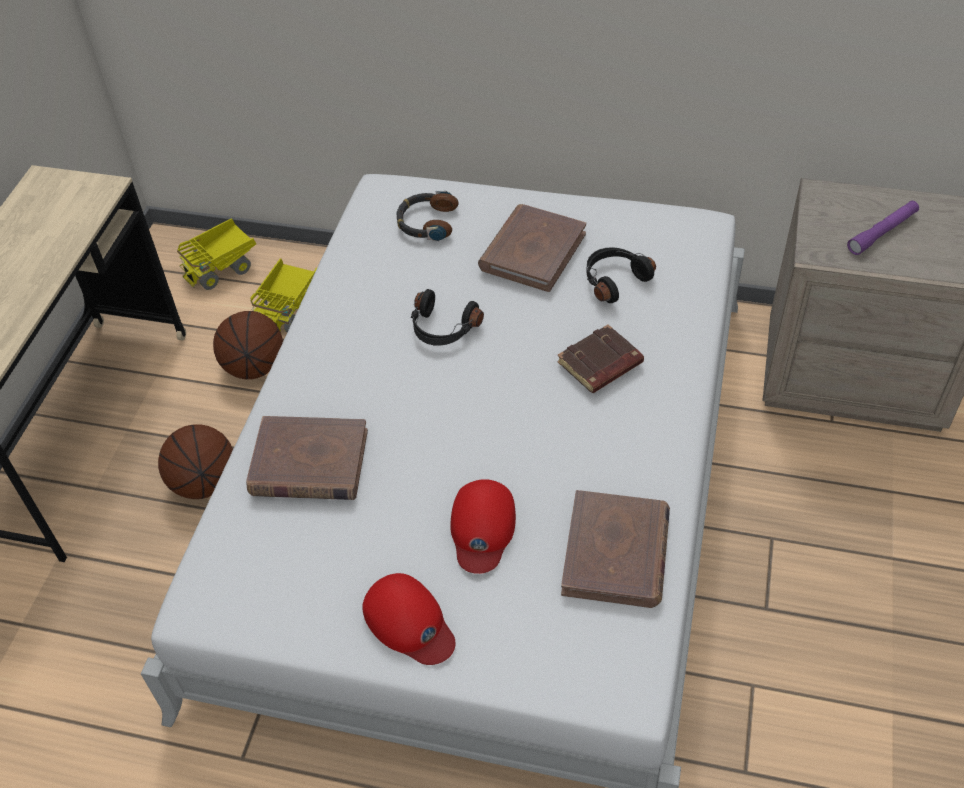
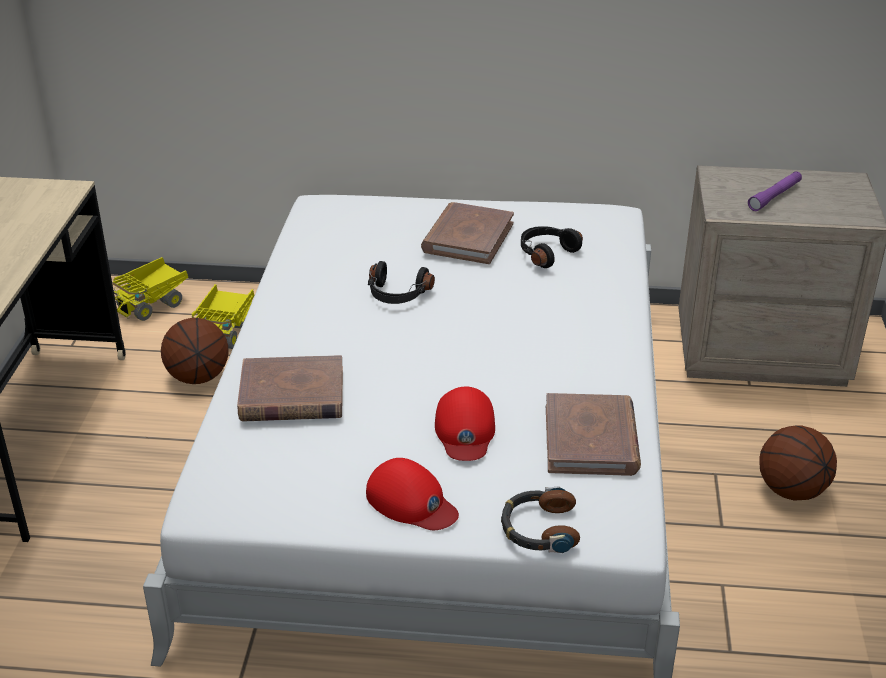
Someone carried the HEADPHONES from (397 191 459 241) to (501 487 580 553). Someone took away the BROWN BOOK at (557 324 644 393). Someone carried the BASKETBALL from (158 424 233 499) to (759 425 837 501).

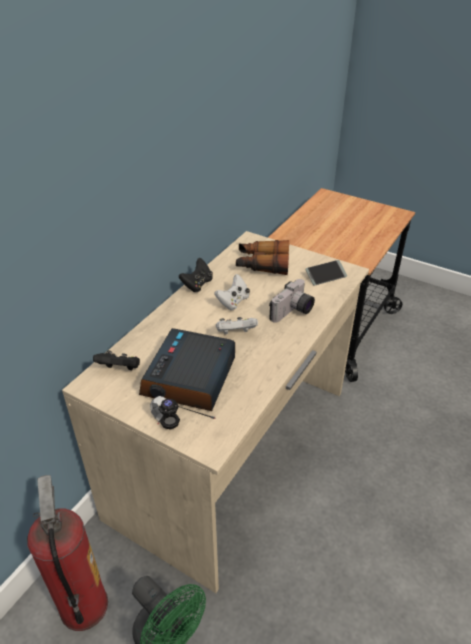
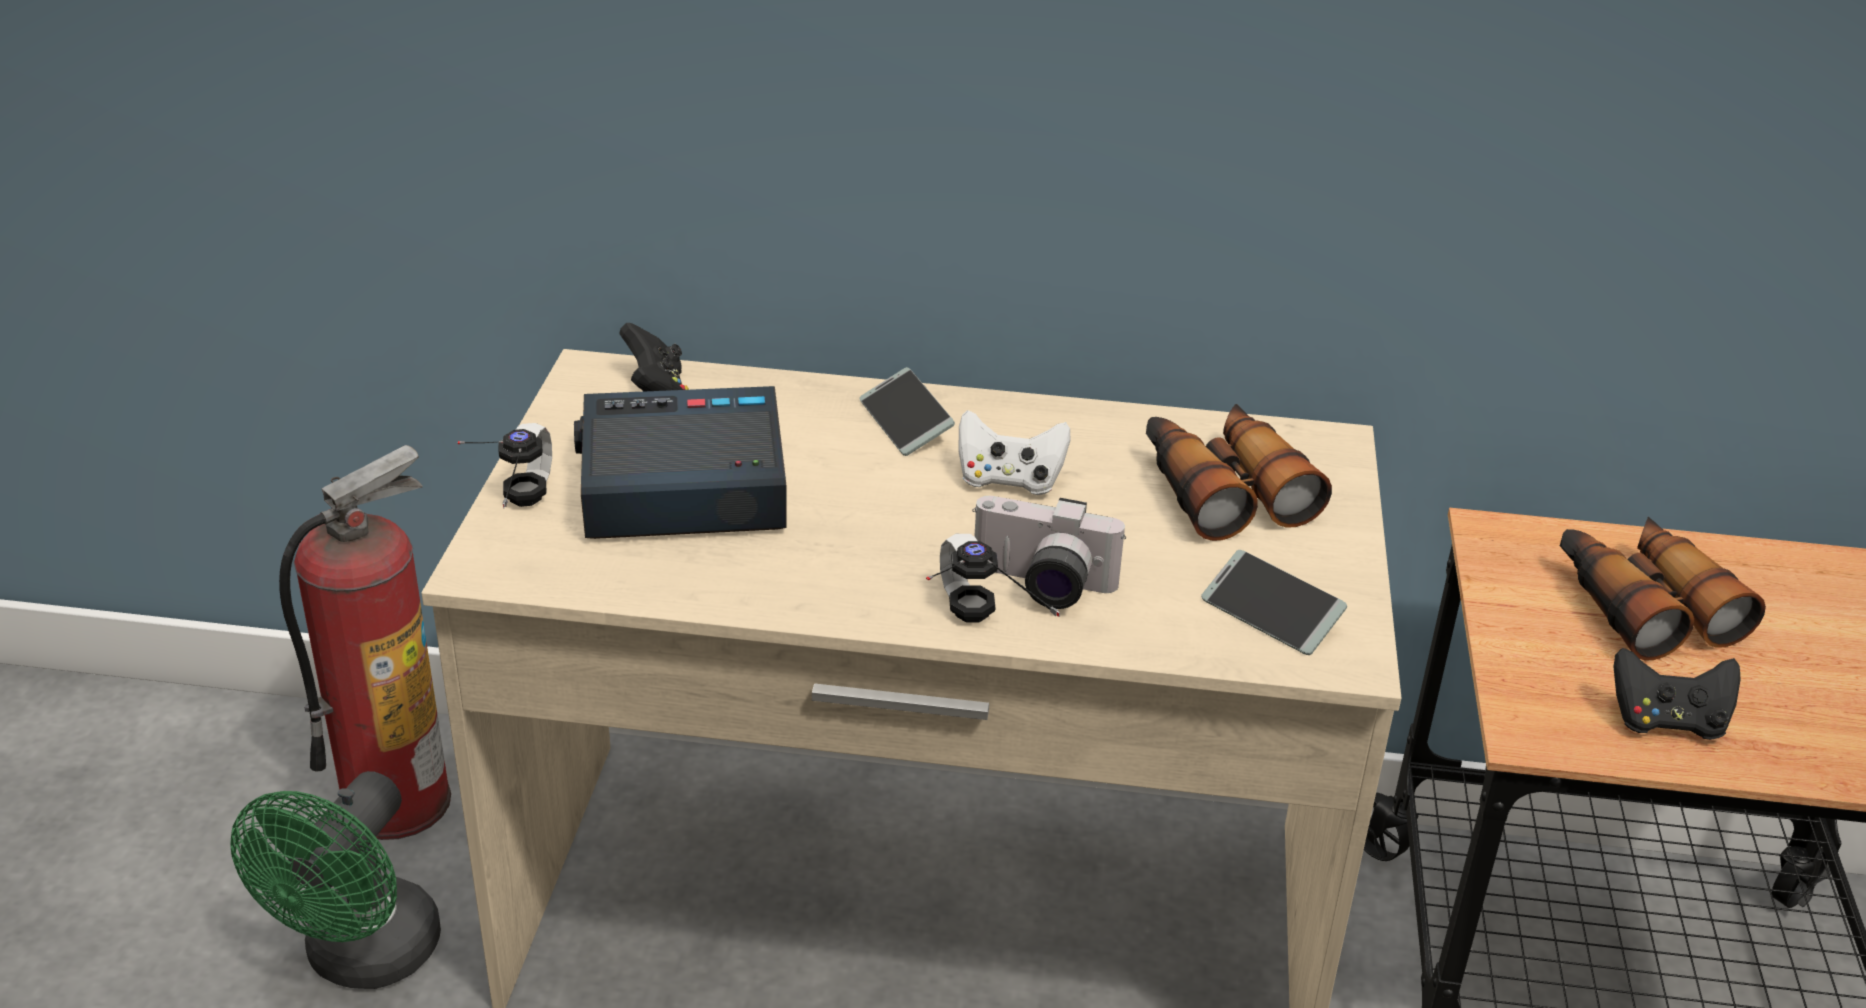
Someone carried the BLACK GAME CONTROLLER from (179 258 213 292) to (1614 648 1741 740). Someone took away the WHITE GAME CONTROLLER at (216 317 258 334). Someone put down the PHONE at (860 367 955 456). Someone put down the BINOCULARS at (1560 516 1766 661). Someone put down the HEADPHONES at (926 534 1060 623).

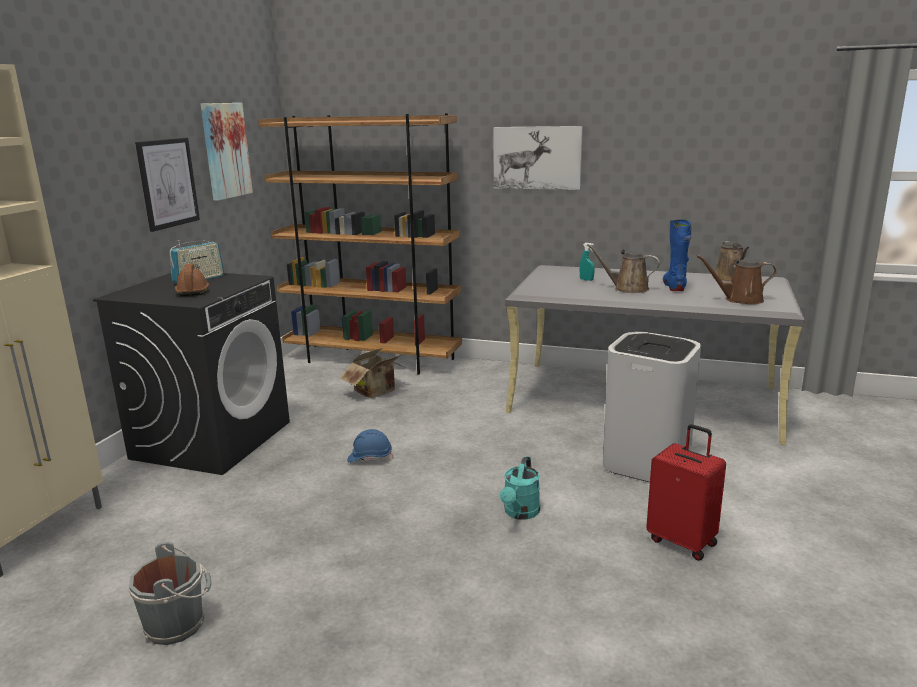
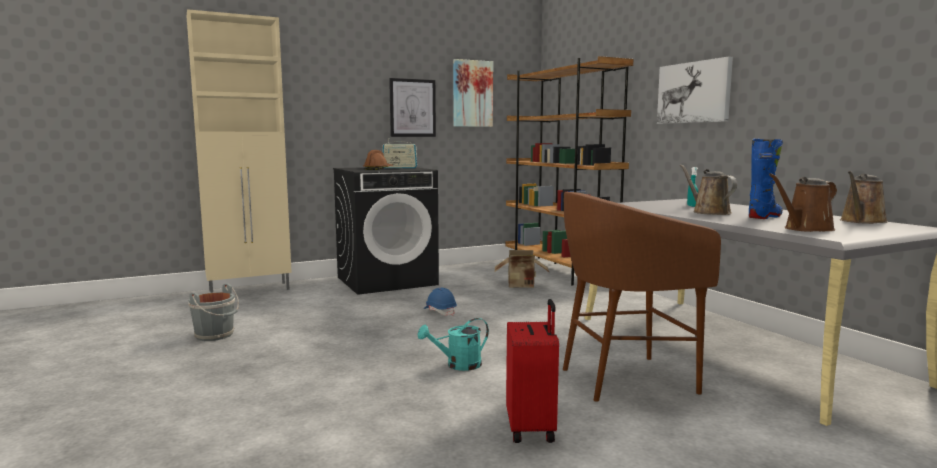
Someone rotated the BROWN WATERING CAN at (696 255 777 304) by 75 degrees counterclockwise. Someone swapped the WHITE TRASH CAN at (603 332 701 482) for the BROWN STOOL at (563 192 721 402).

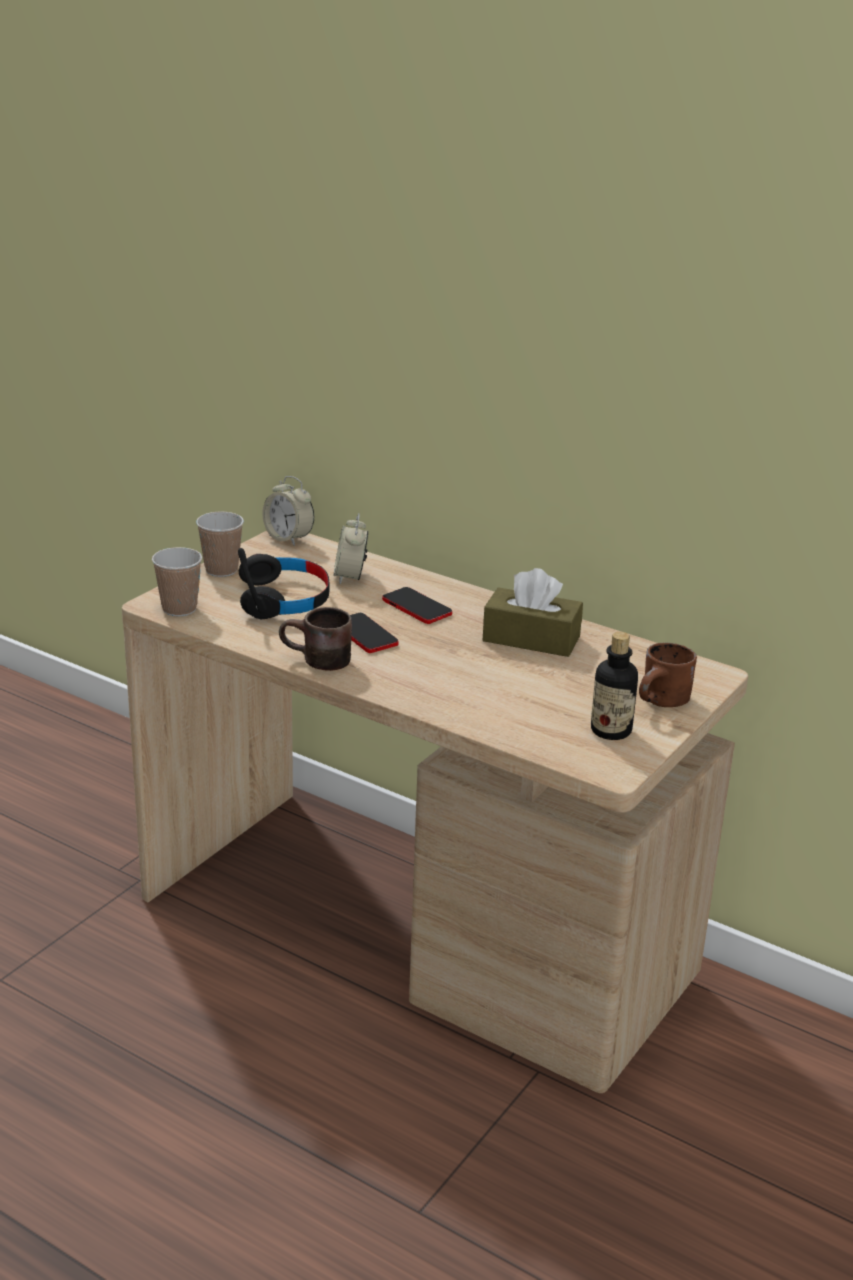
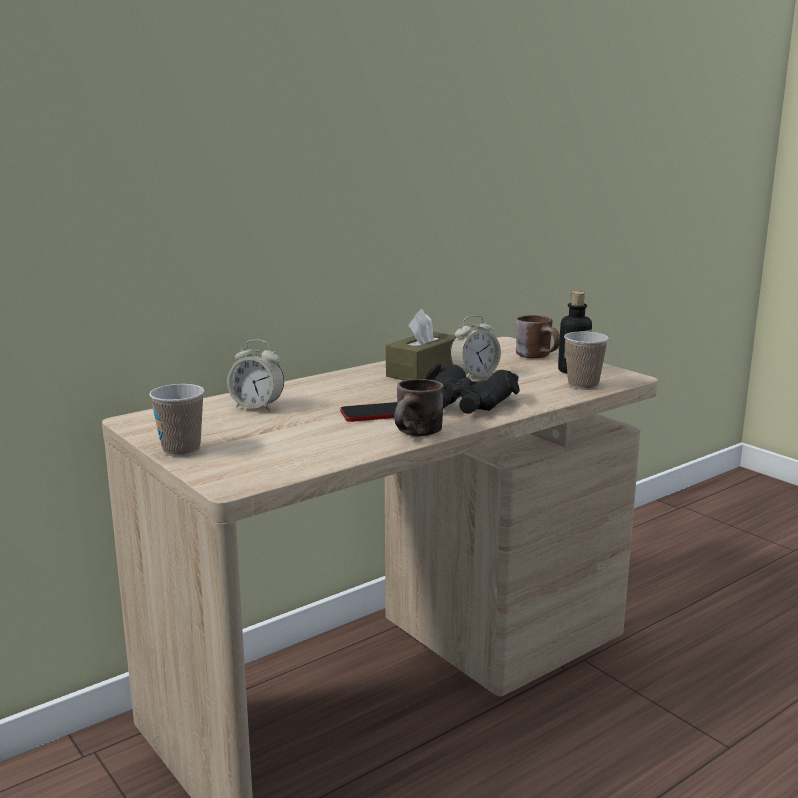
Someone carried the ALARM CLOCK from (262 476 314 546) to (450 315 501 378). Someone carried the CUP from (152 547 202 616) to (564 332 609 390). Someone took away the BLACK HEADPHONES at (238 548 329 620). Someone took away the PHONE at (382 587 452 624). Someone put down the BLACK BINOCULARS at (425 363 520 414).

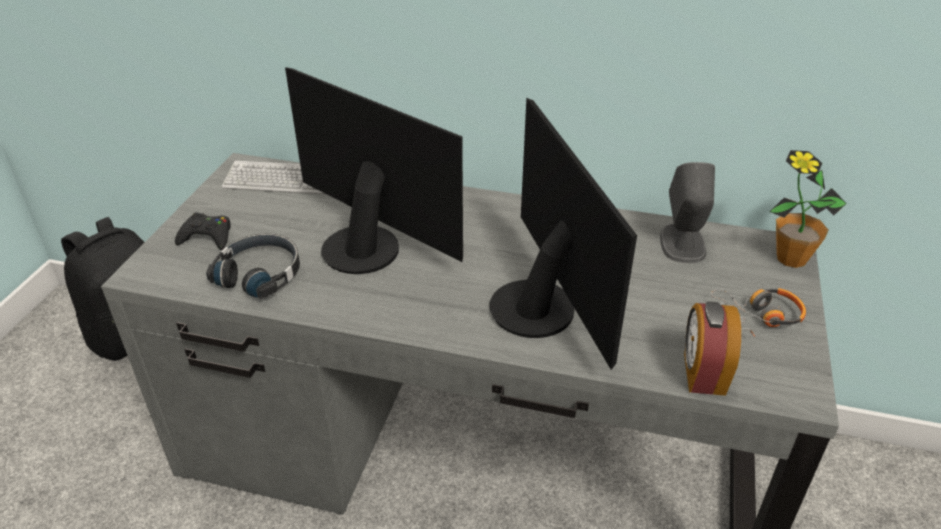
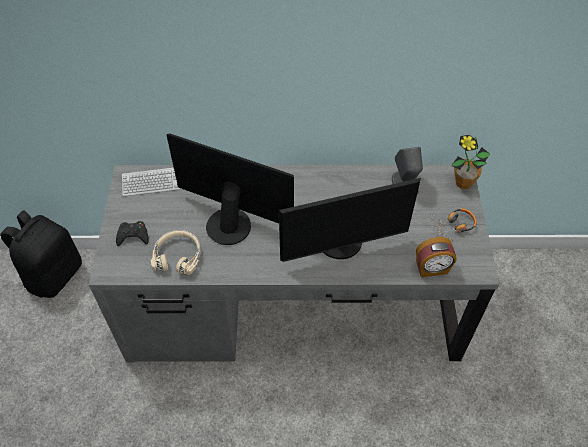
Someone rotated the MONITOR at (490 98 637 370) by 105 degrees clockwise. Someone repainted the BLACK HEADPHONES at (206 233 300 299), which became the BEIGE HEADPHONES at (151 230 201 275). Someone rotated the ALARM CLOCK at (684 301 741 396) by 90 degrees counterclockwise.

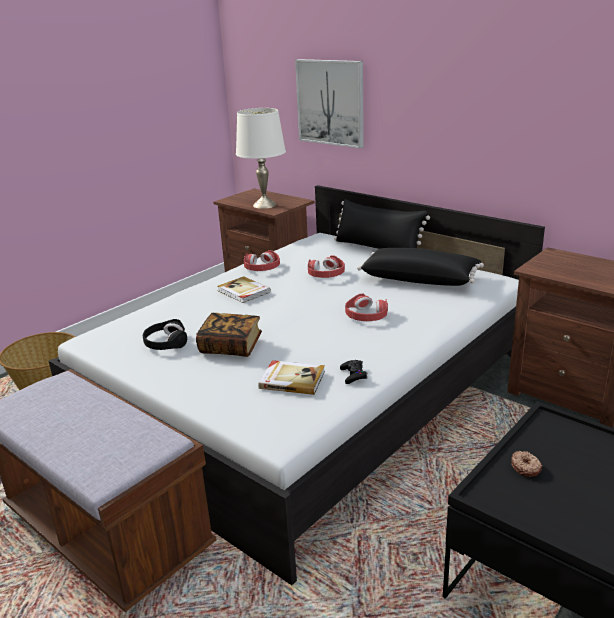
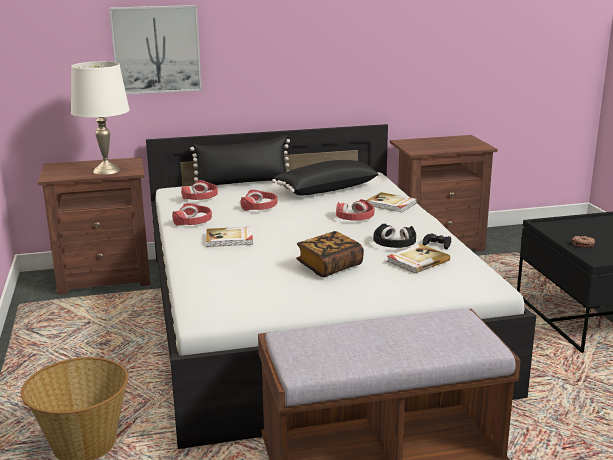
Someone carried the BLACK HEADPHONES from (143 319 187 350) to (374 224 416 248). Someone put down the RED HEADPHONES at (181 180 218 200). Someone put down the BOOK at (366 192 417 212).

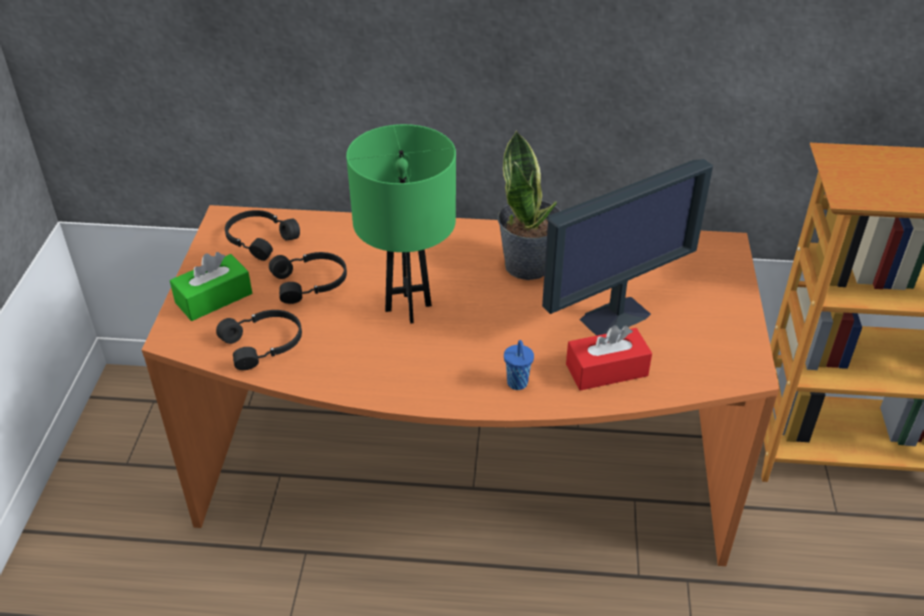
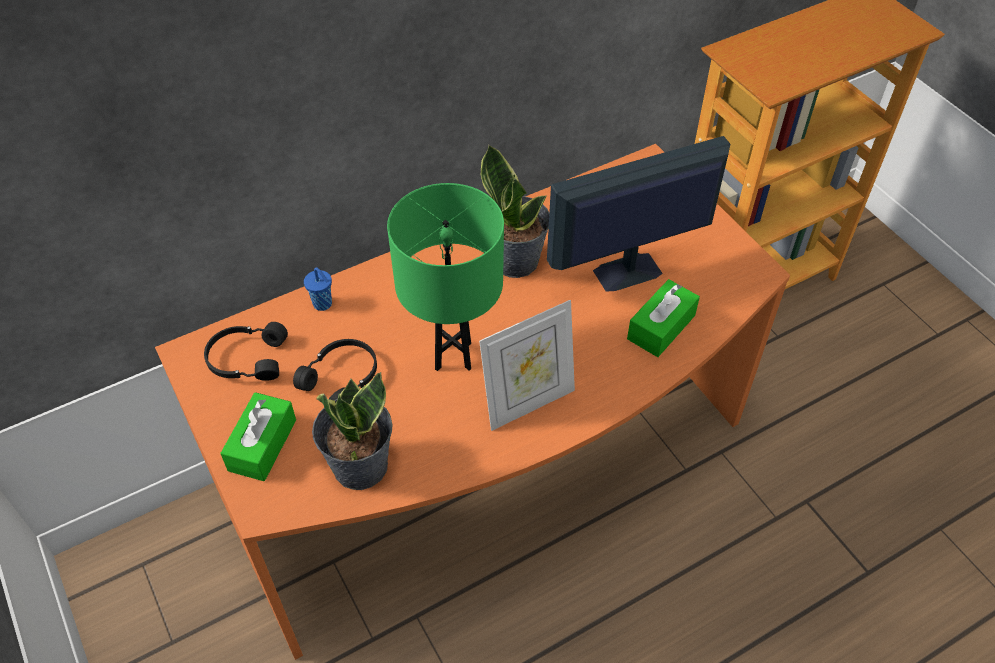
Someone rotated the MONITOR at (542 159 713 336) by 135 degrees counterclockwise. Someone swapped the BLACK HEADPHONES at (216 310 302 370) for the POTTED PLANT at (312 372 392 490). Someone repainted the RED TISSUE BOX at (566 325 652 391), which became the GREEN TISSUE BOX at (627 279 700 357). Someone carried the BLUE CUP from (504 340 534 390) to (304 267 332 311). Someone put down the PICTURE FRAME at (479 300 575 431).

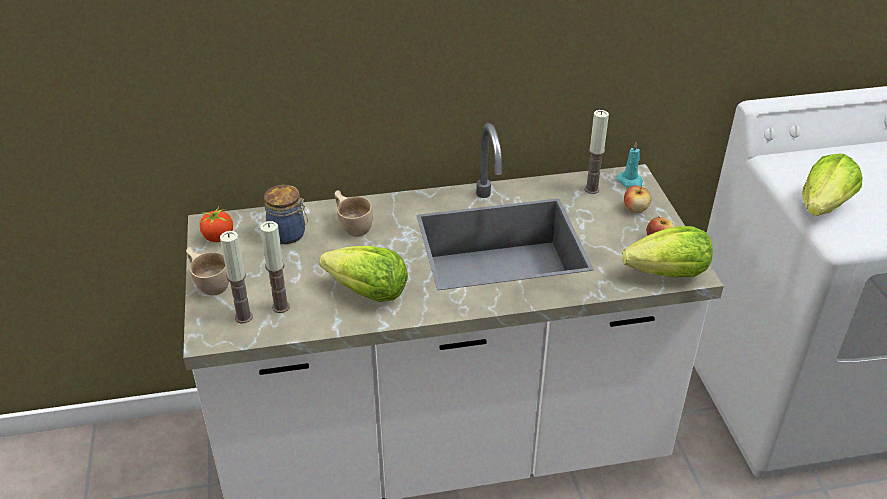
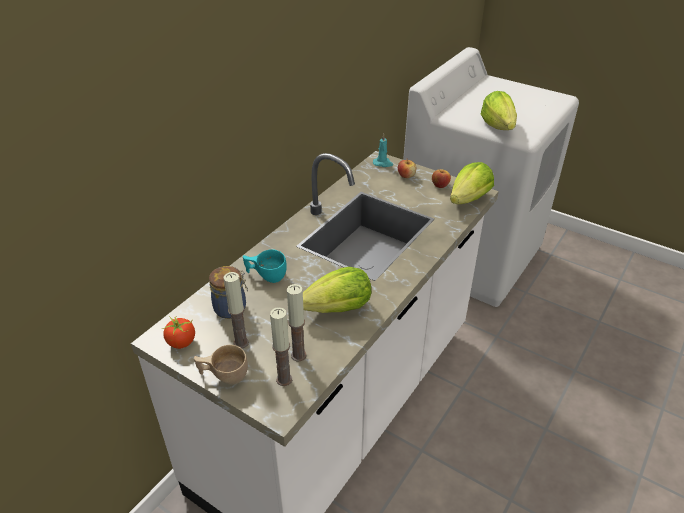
Someone carried the CANDLE from (584 110 609 194) to (224 272 249 348). Someone repainted the BEIGE CUP at (335 190 373 237), which became the TURQUOISE CUP at (243 249 287 283).

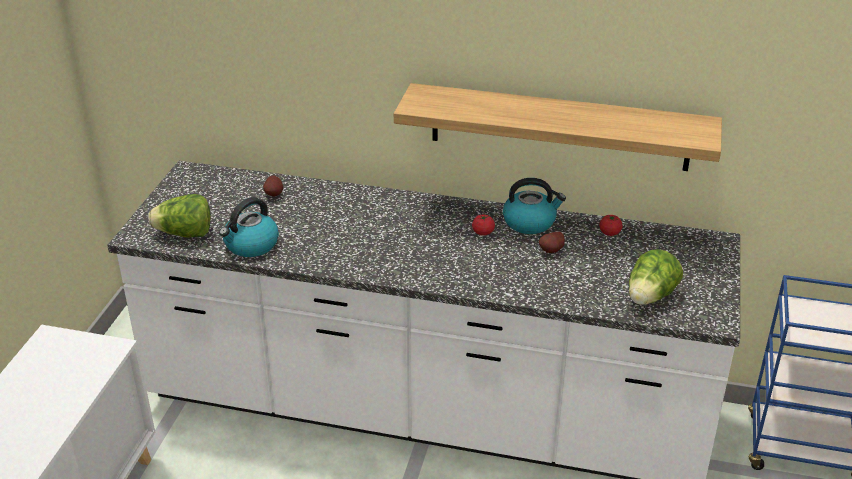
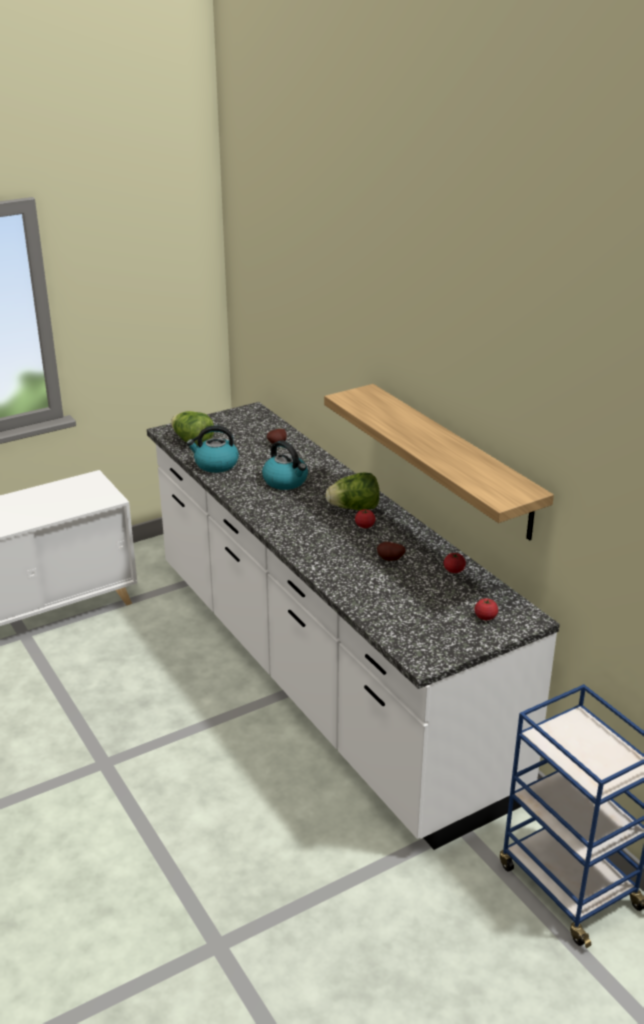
Someone carried the KETTLE from (503 178 566 234) to (262 440 308 490). Someone carried the LETTUCE from (629 249 683 305) to (326 473 380 510). Someone put down the TOMATO at (474 598 498 620).

